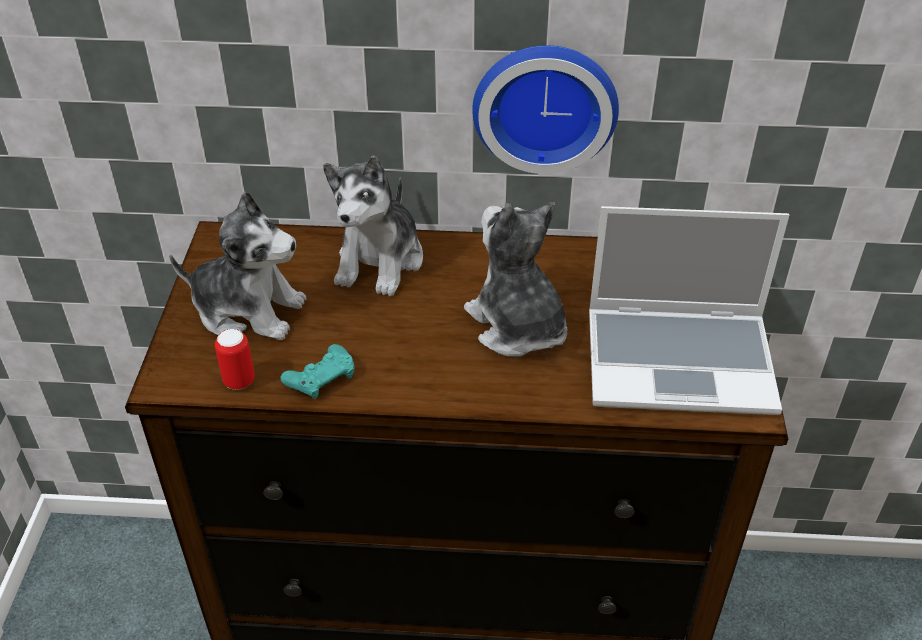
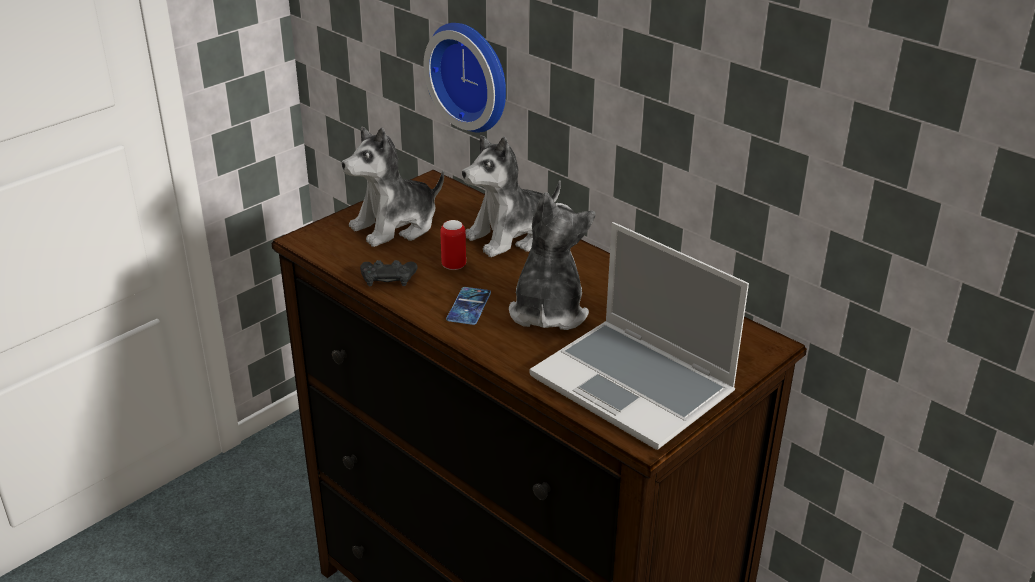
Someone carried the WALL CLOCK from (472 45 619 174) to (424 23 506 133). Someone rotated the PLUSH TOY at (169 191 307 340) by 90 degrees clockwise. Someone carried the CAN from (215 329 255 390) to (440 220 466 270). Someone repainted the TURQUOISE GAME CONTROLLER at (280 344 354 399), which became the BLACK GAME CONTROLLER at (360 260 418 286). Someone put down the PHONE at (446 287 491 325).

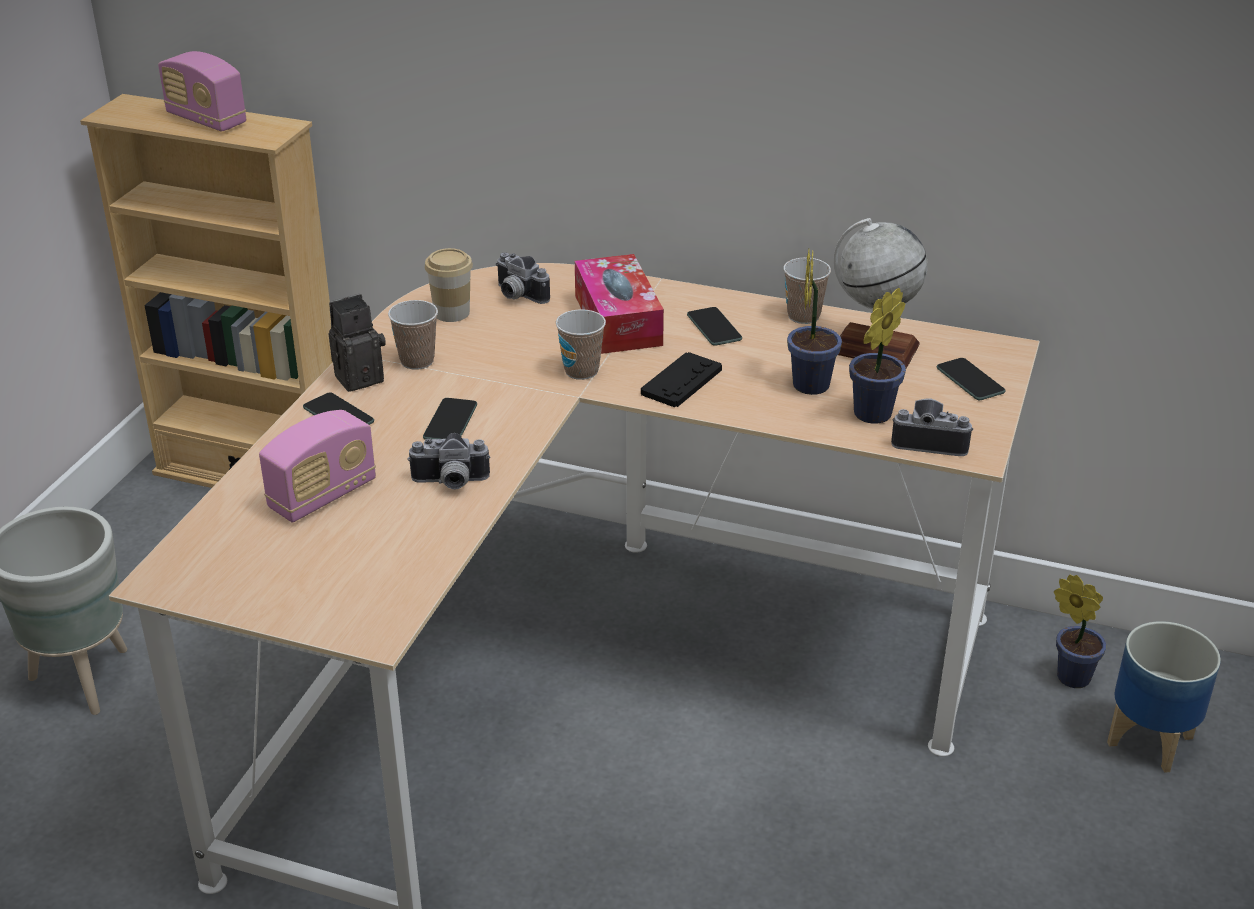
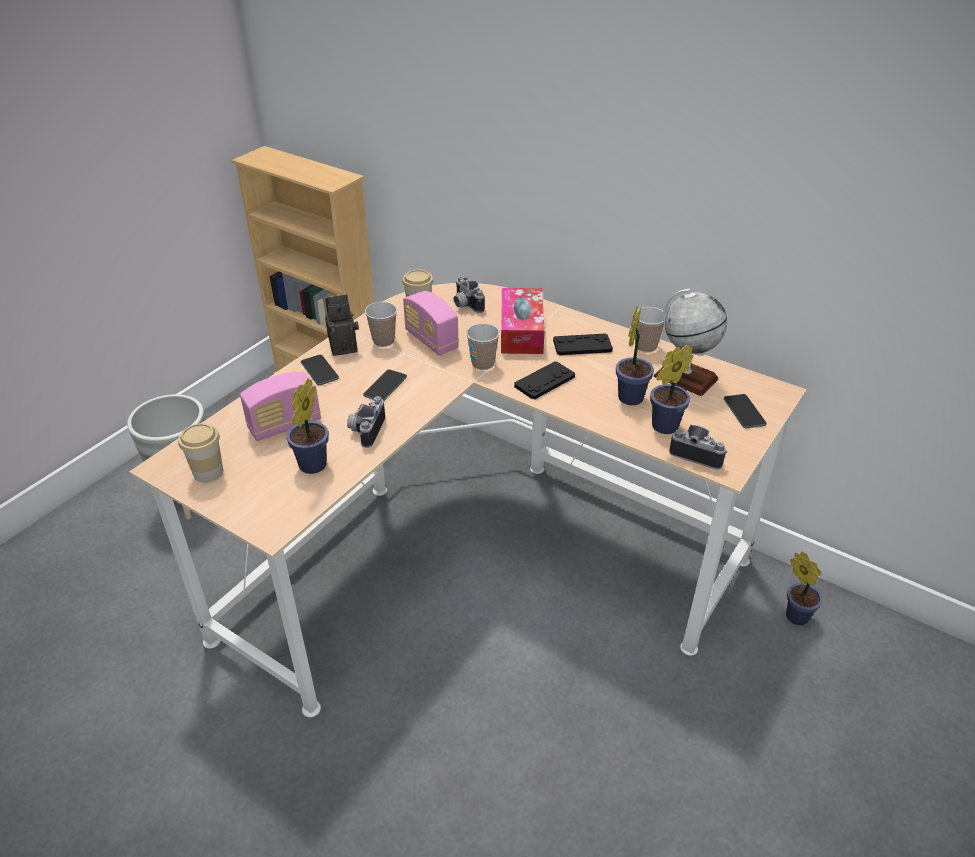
Someone carried the RADIO from (158 51 246 132) to (403 291 459 355). Someone swapped the PHONE at (687 307 742 346) for the BLACK GAME CONTROLLER at (553 333 613 355). Someone rotated the PHOTO CAMERA at (407 433 490 489) by 90 degrees clockwise. Someone took away the PLANTER at (1107 621 1221 773). Someone put down the POTTED PLANT at (286 378 329 474). Someone put down the CUP at (178 423 223 483).

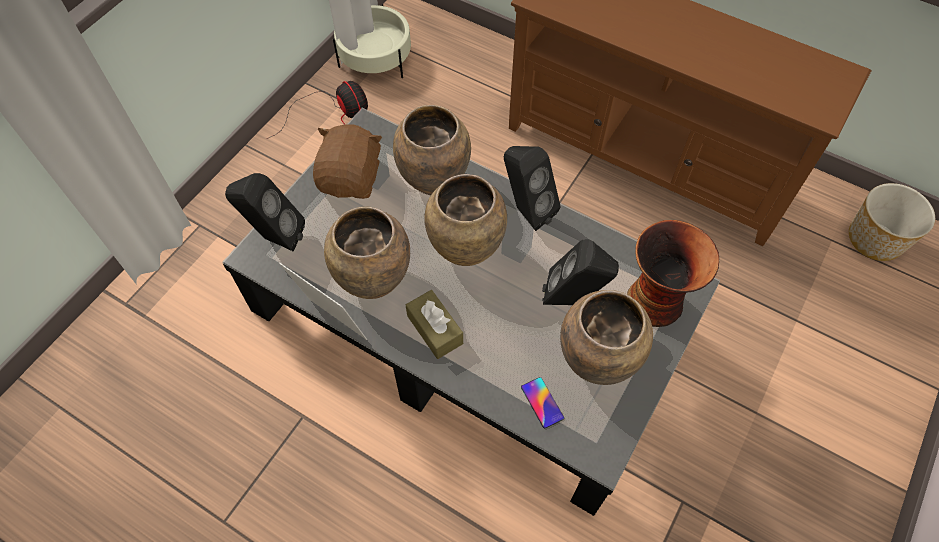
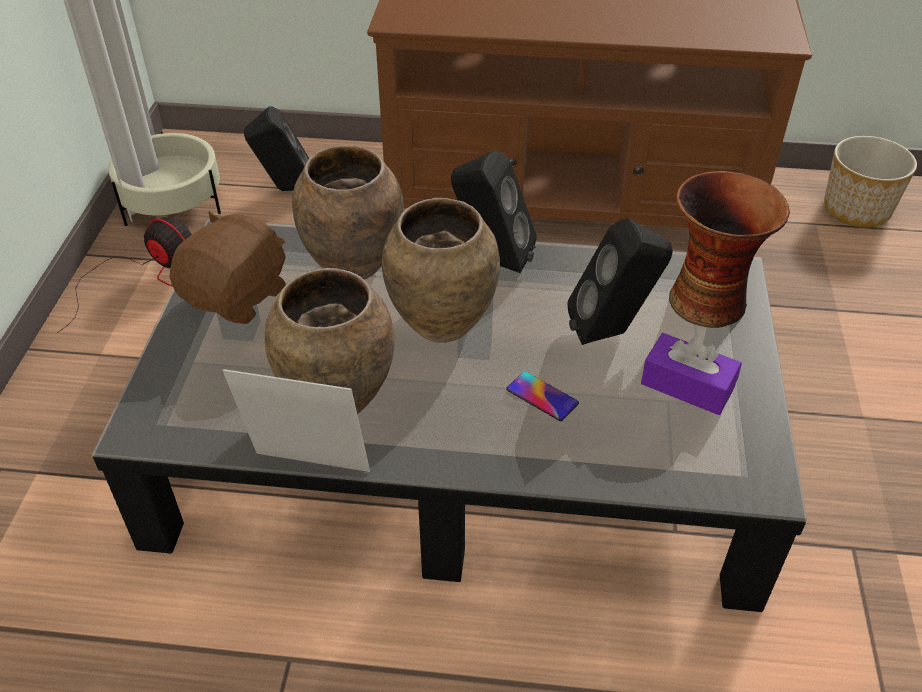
Someone rotated the BROWN PLUSH TOY at (313 124 382 199) by 45 degrees clockwise. Someone carried the BLACK SPEAKER from (225 173 305 251) to (244 106 309 191). Someone took away the BROWN TISSUE BOX at (406 290 463 359). Someone swapped the BROWN VASE at (560 290 653 385) for the PURPLE TISSUE BOX at (641 333 742 415). Someone carried the PHONE from (521 377 564 428) to (506 371 579 421).

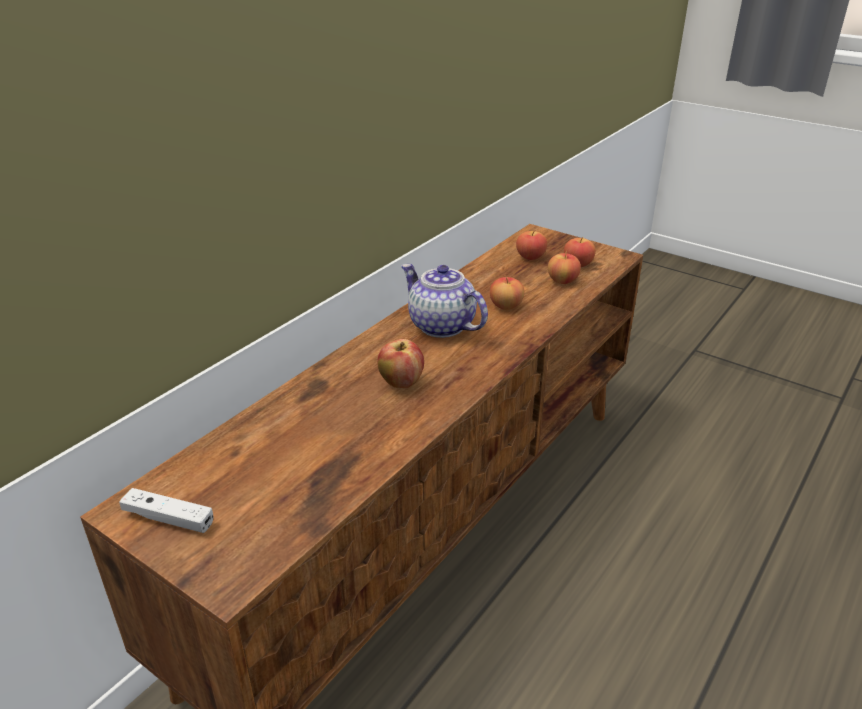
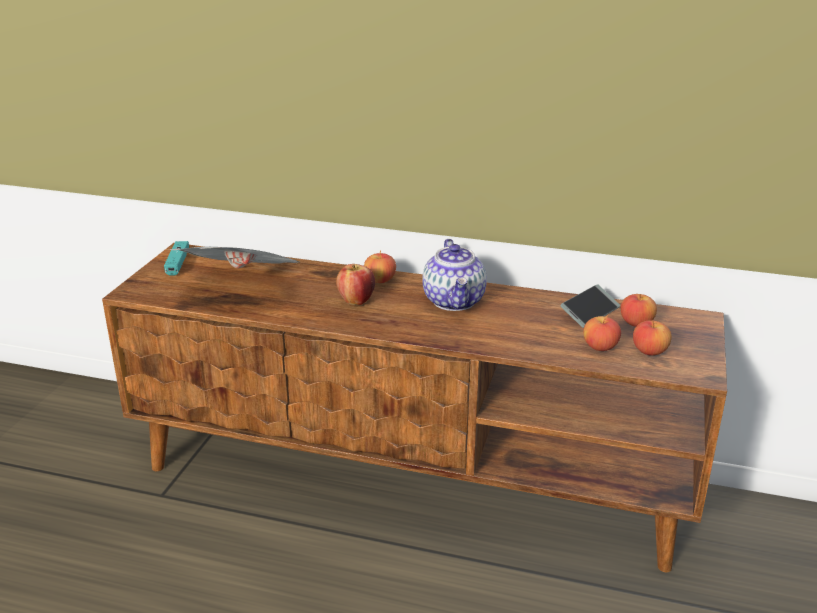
Someone rotated the TEAPOT at (401 264 488 338) by 150 degrees clockwise. Someone carried the APPLE from (490 275 524 310) to (364 250 396 283). Someone repainted the WHITE GAME CONTROLLER at (119 488 213 533), which became the TURQUOISE GAME CONTROLLER at (164 241 189 276). Someone put down the NEWSPAPER at (169 247 299 269). Someone put down the PHONE at (560 285 620 328).

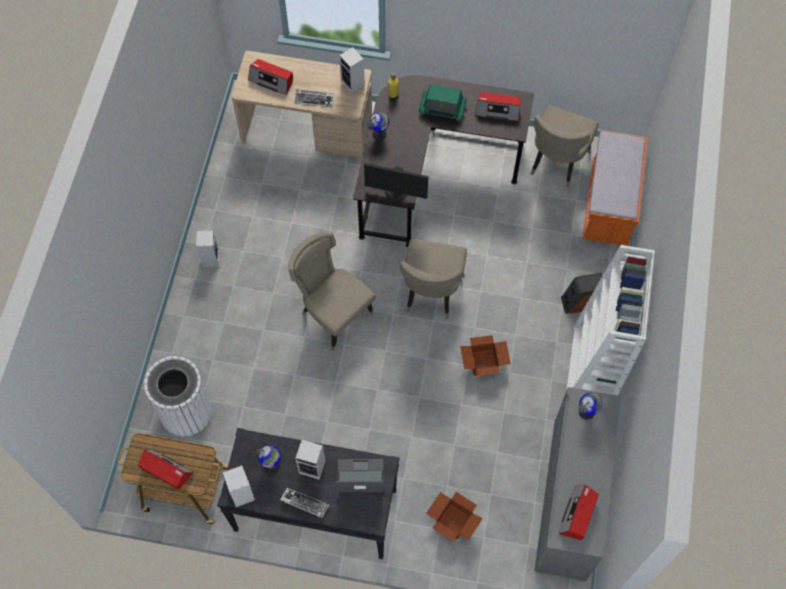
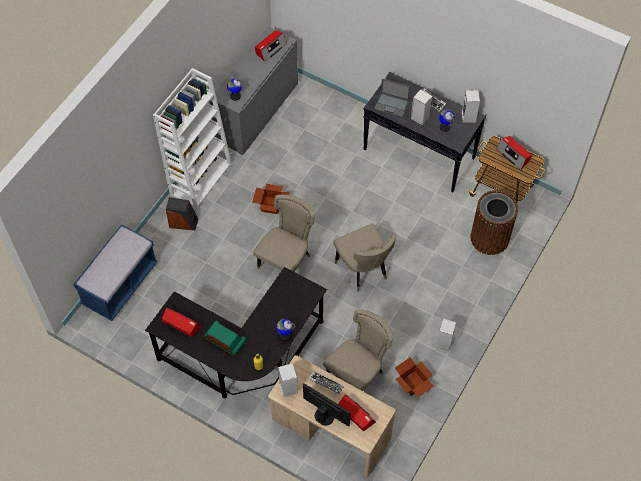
Someone carried the BEIGE CHAIR from (530 105 599 188) to (323 309 393 391). Someone repainted the ORANGE BENCH at (582 130 648 246), which became the BLUE BENCH at (73 224 158 321). Someone carried the MONITOR from (364 163 428 201) to (303 383 351 426). Someone repainted the WHITE TRASH CAN at (144 356 213 436), which became the BROWN TRASH CAN at (470 190 518 255). Someone carried the CARDBOARD BOX from (426 492 483 542) to (395 357 434 397).

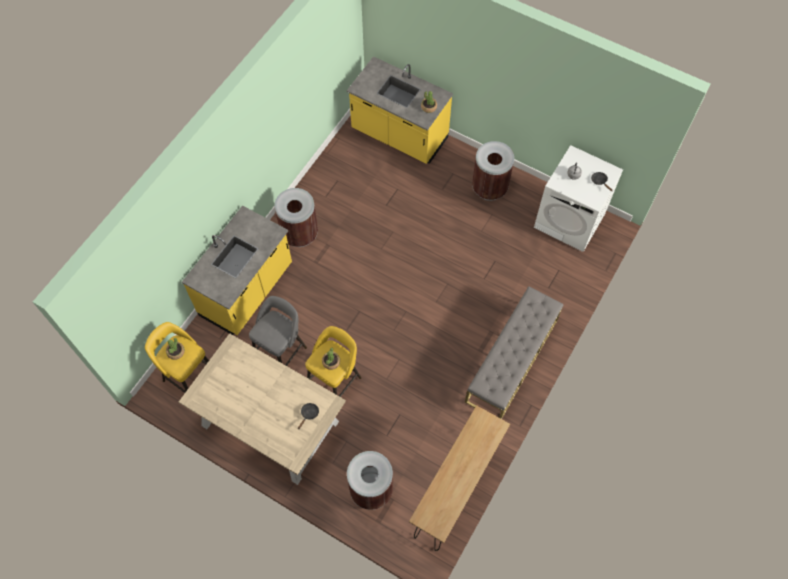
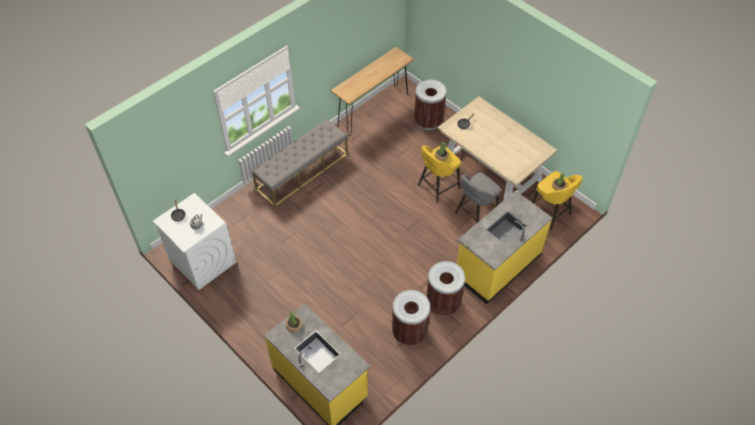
Someone carried the BROWN TRASH CAN from (472 141 514 201) to (392 290 430 346).

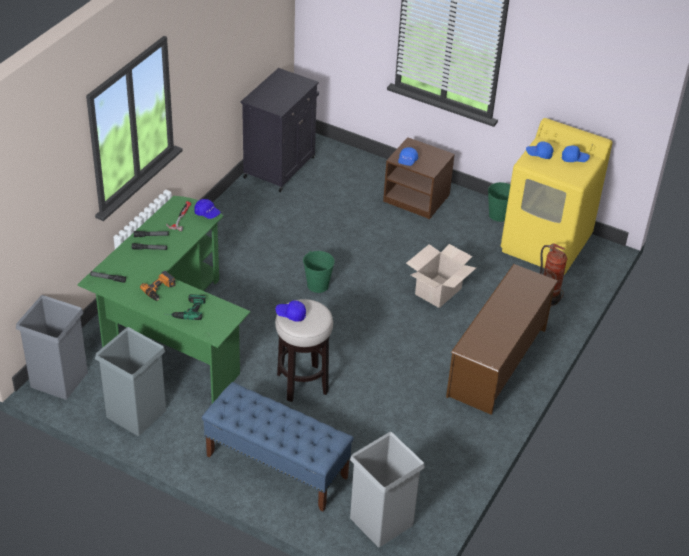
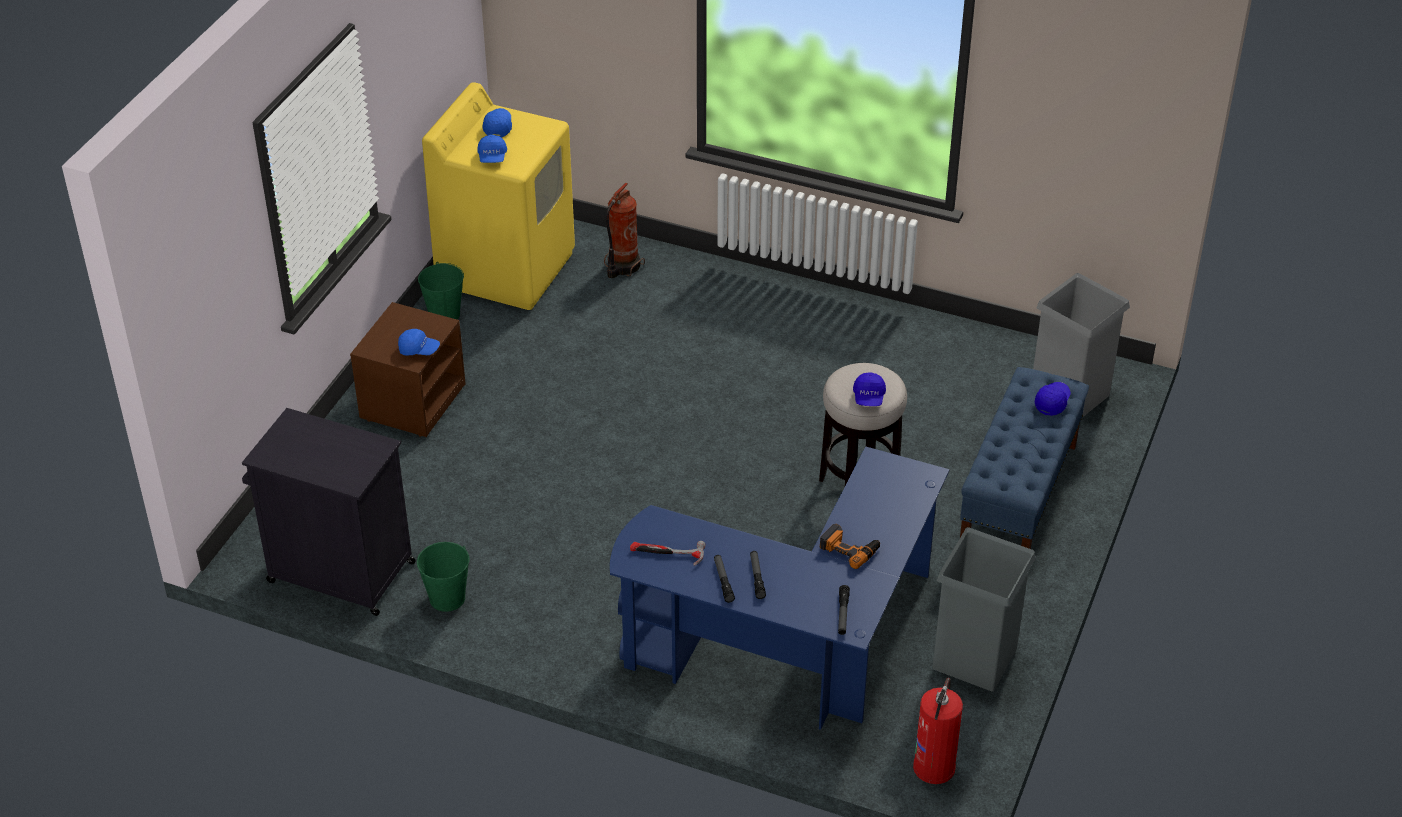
Someone repainted the GREEN DESK at (77 196 250 403), which became the BLUE DESK at (610 446 950 730). Someone carried the BLUE CAP from (194 199 221 219) to (1035 382 1071 416). Someone took away the CARDBOARD BOX at (406 244 476 308). Someone carried the GREEN BUCKET from (303 251 335 293) to (417 542 470 612). Someone took away the BROWN SHOE RACK at (446 264 558 415). Someone took away the POWER DRILL at (167 294 206 320). Someone swapped the GREY TRASH CAN at (16 295 88 400) for the FIRE EXTINGUISHER at (913 678 963 784).

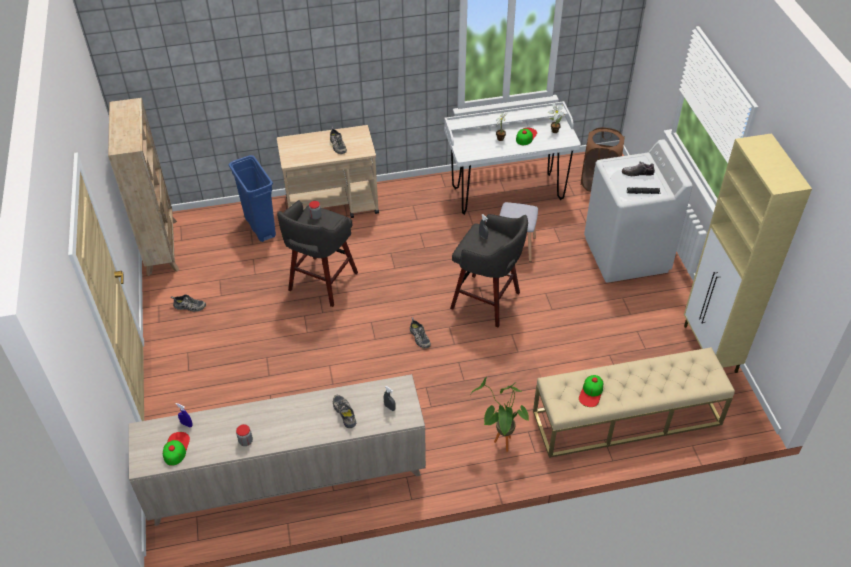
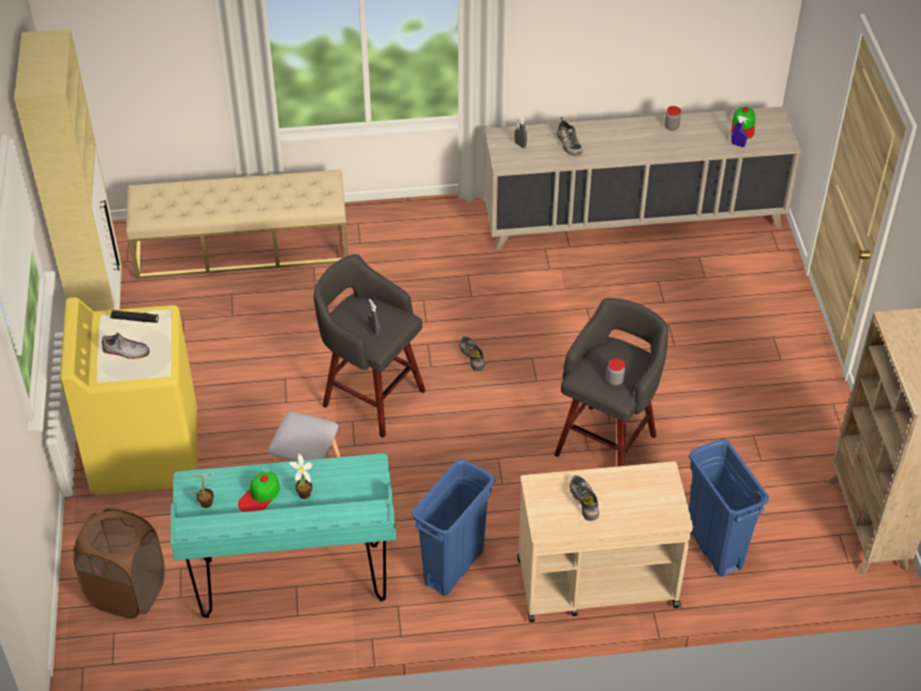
Someone repainted the WHITE DESK at (444 101 581 215), which became the TURQUOISE DESK at (171 453 396 618). Someone repainted the WHITE WASHING MACHINE at (584 139 693 283), which became the YELLOW WASHING MACHINE at (60 297 197 495). Someone took away the SHOE at (170 295 206 312). Someone took away the CAP at (579 375 603 407). Someone took away the POTTED PLANT at (470 377 529 452). Someone put down the BLUE TRASH CAN at (411 459 495 596).

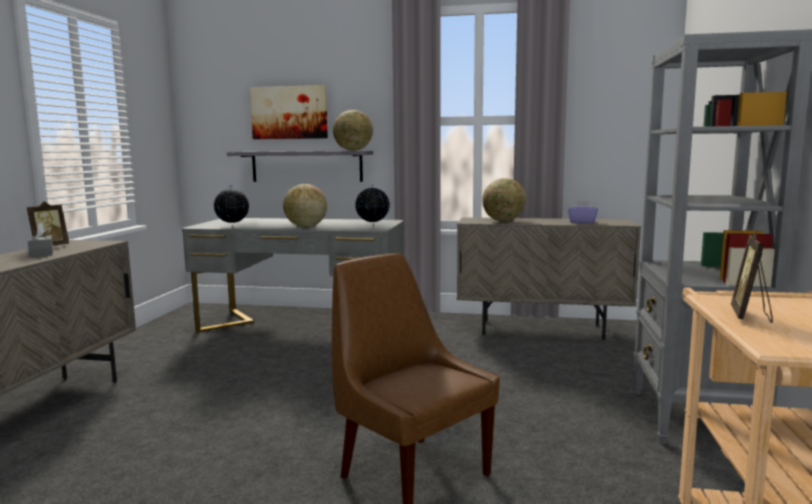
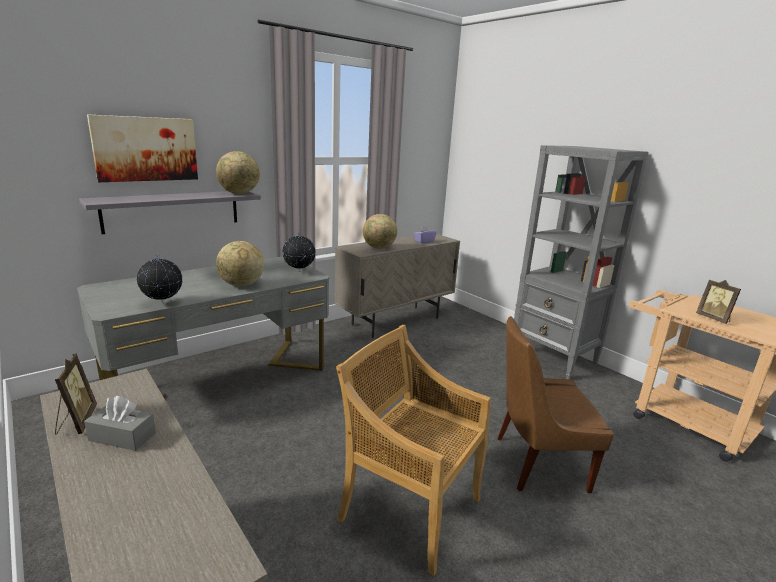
Someone put down the BEIGE CHAIR at (336 325 491 576).

